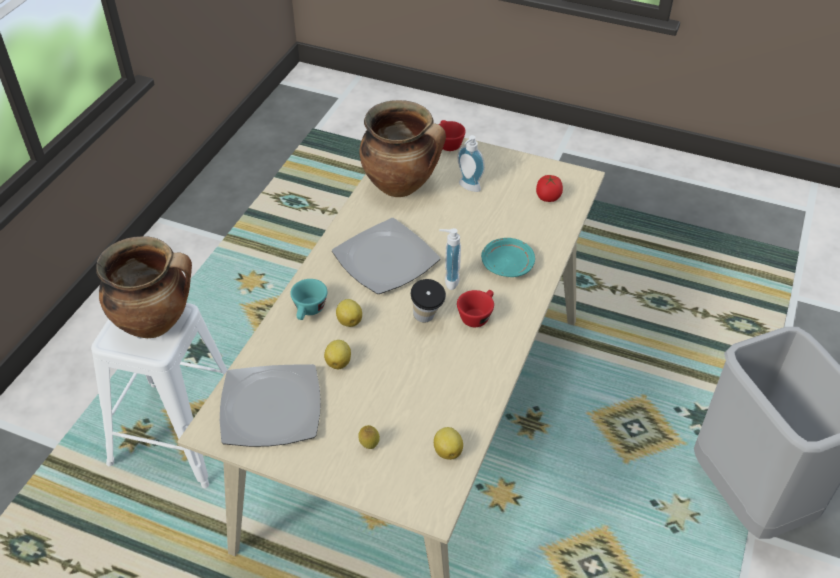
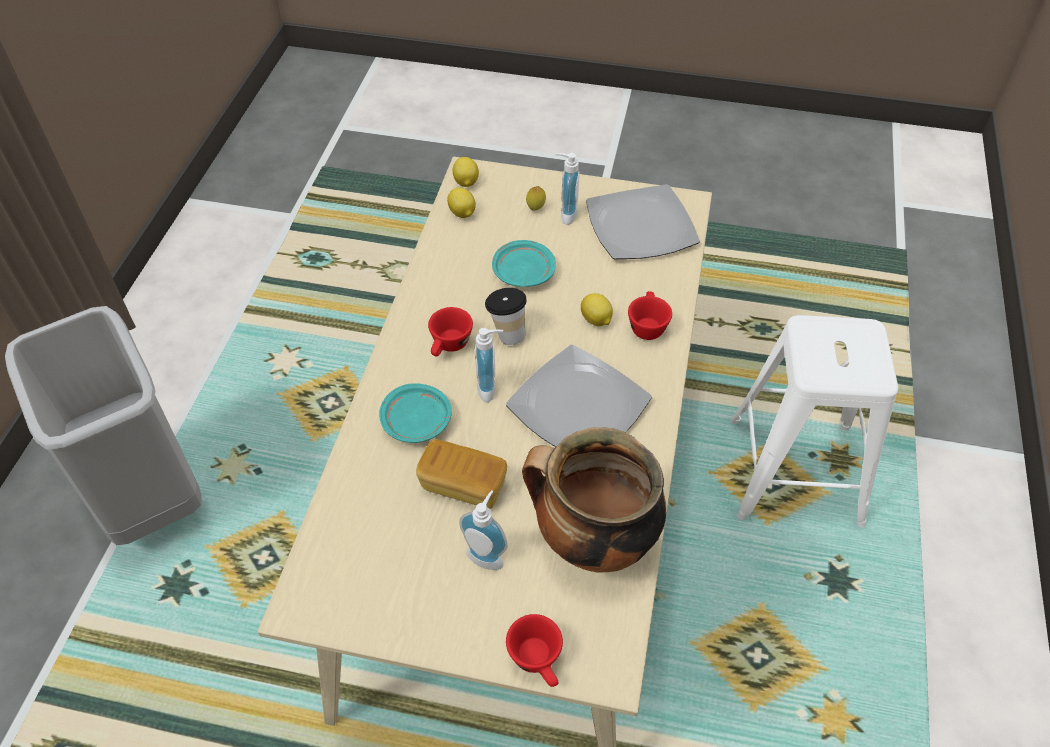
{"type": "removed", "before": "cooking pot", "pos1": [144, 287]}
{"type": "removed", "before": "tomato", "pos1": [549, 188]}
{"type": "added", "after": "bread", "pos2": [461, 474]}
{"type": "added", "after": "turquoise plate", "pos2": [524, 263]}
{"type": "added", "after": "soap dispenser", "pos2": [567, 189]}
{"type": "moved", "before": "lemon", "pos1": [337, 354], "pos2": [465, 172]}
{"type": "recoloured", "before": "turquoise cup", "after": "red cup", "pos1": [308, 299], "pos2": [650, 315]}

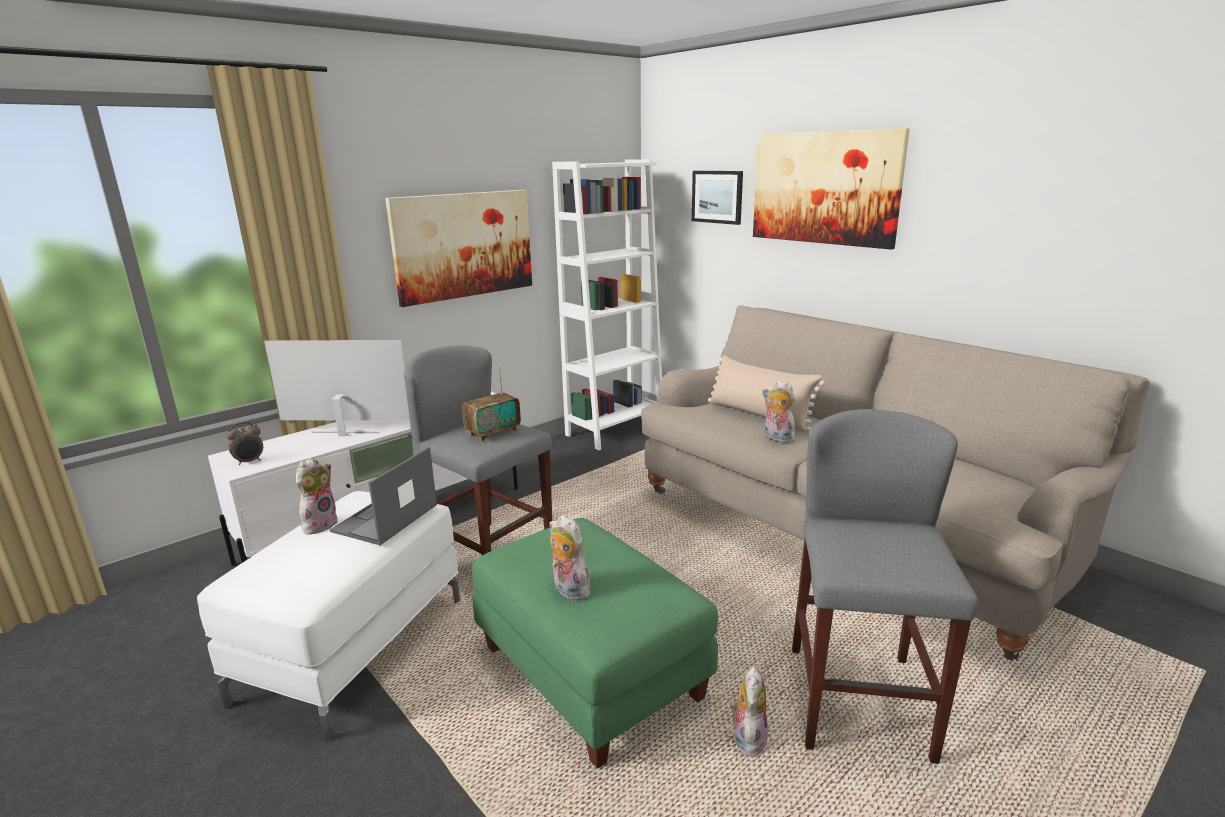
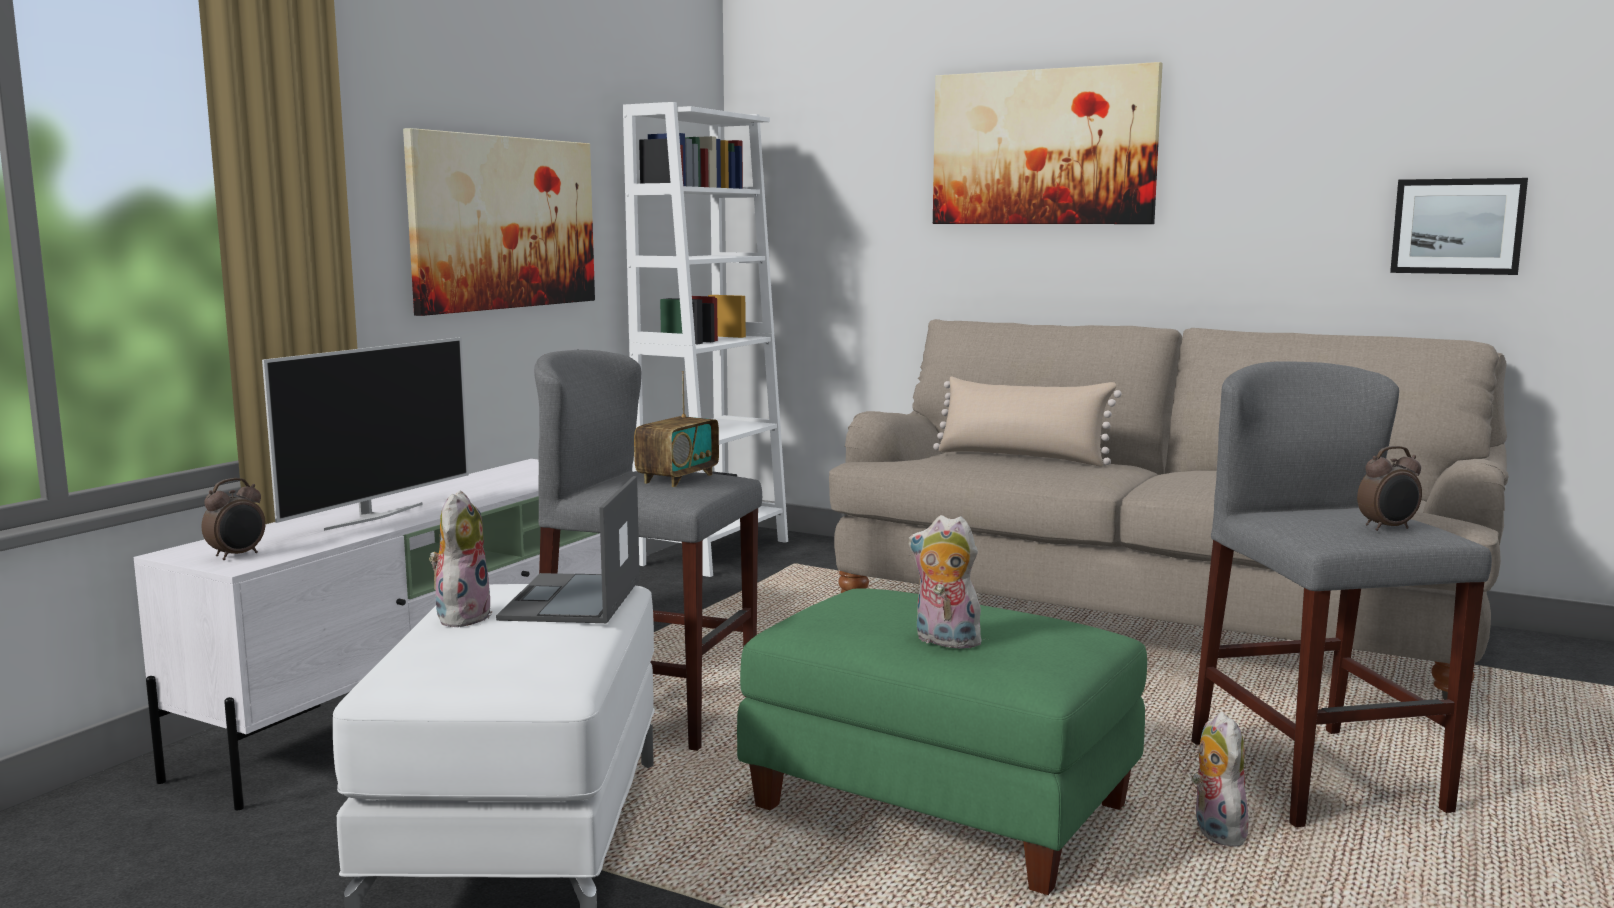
{"type": "removed", "before": "plush toy", "pos1": [778, 411]}
{"type": "added", "after": "alarm clock", "pos2": [1389, 488]}
{"type": "moved", "before": "picture", "pos1": [717, 198], "pos2": [1459, 226]}
{"type": "turned", "before": "television", "pos1": [337, 388], "pos2": [365, 434], "turn": 135}

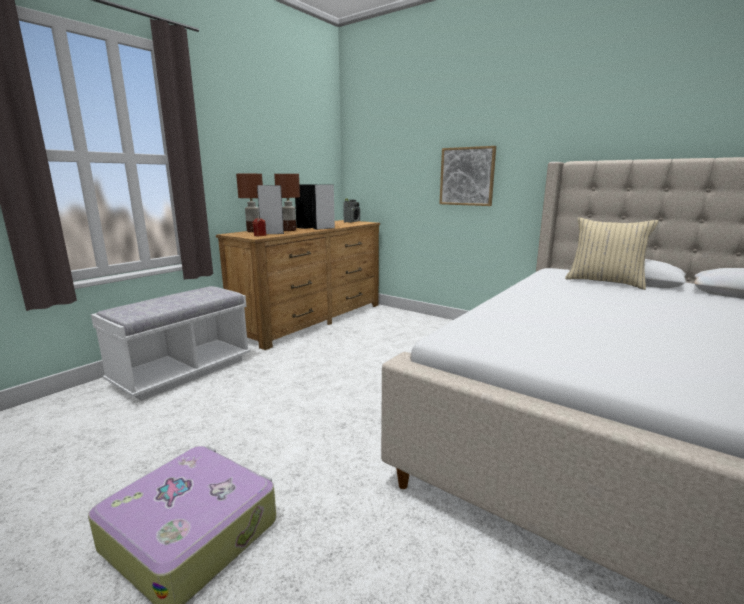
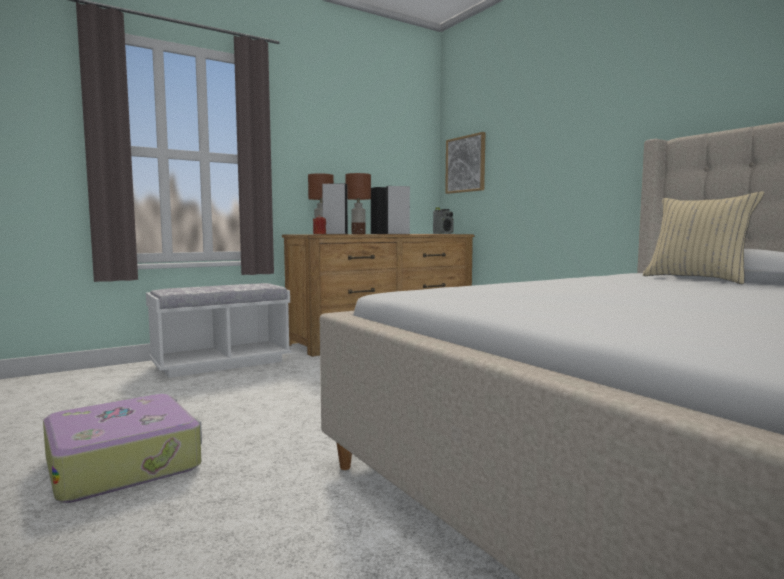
{"type": "moved", "before": "picture", "pos1": [467, 176], "pos2": [465, 163]}

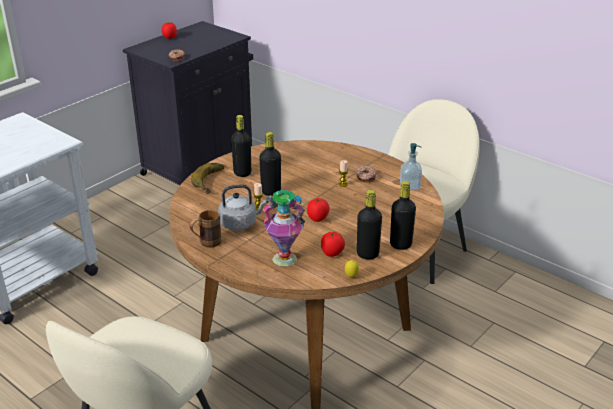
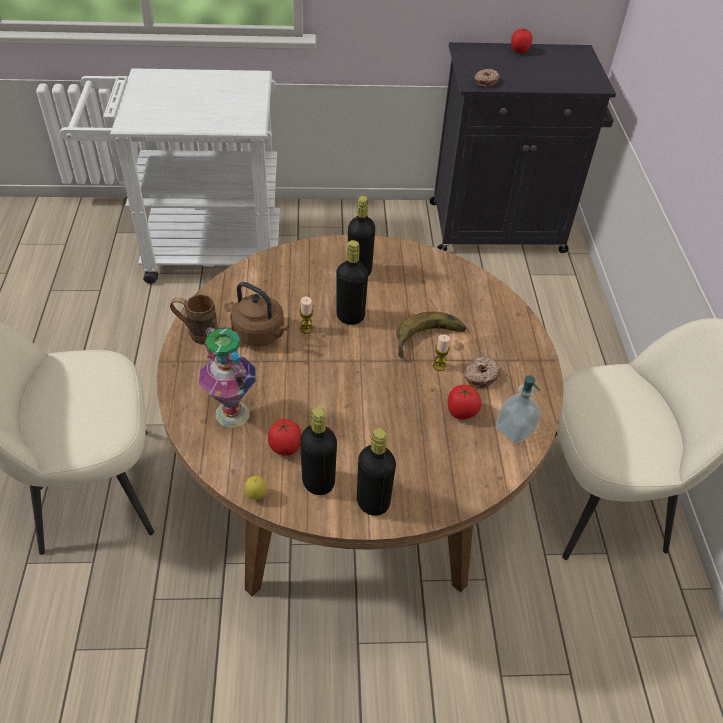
{"type": "moved", "before": "banana", "pos1": [207, 178], "pos2": [431, 335]}
{"type": "moved", "before": "tomato", "pos1": [318, 210], "pos2": [465, 402]}
{"type": "recoloured", "before": "grey kettle", "after": "brown kettle", "pos1": [242, 207], "pos2": [259, 314]}

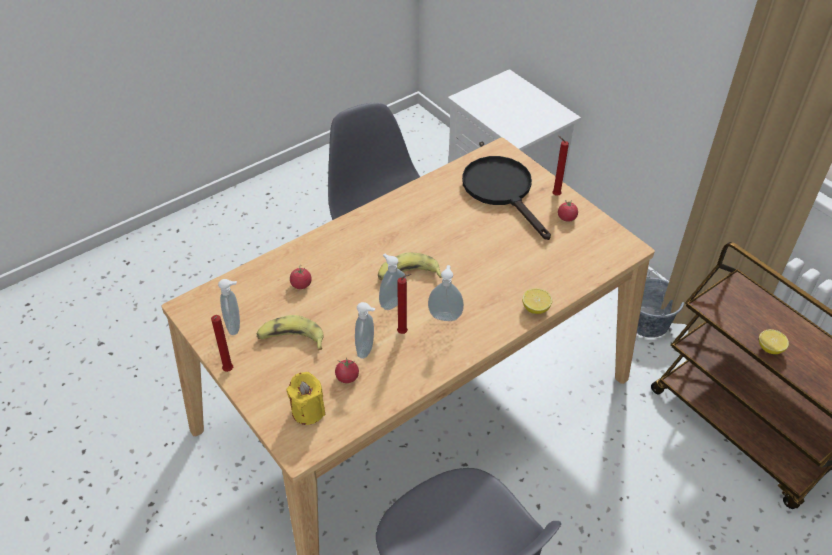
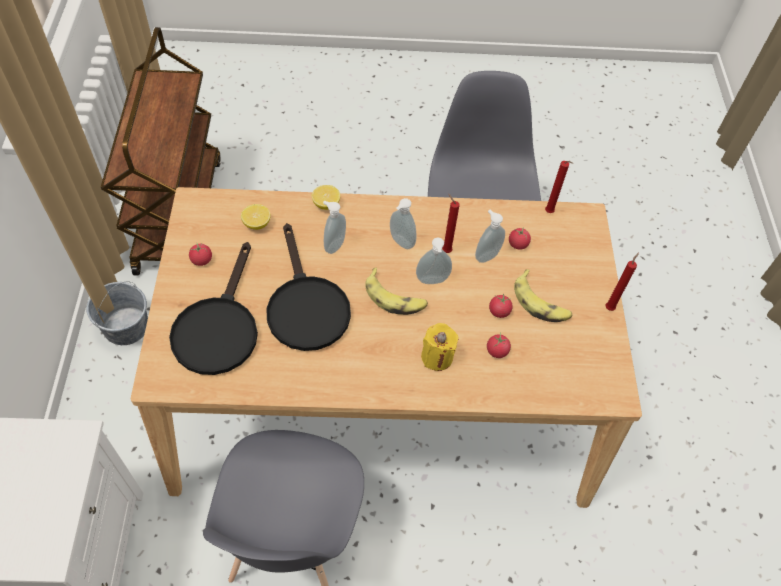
{"type": "added", "after": "black frying pan", "pos2": [309, 287]}
{"type": "added", "after": "tomato", "pos2": [501, 305]}
{"type": "moved", "before": "soap dispenser", "pos1": [229, 307], "pos2": [334, 227]}
{"type": "moved", "before": "yellow candle", "pos1": [305, 398], "pos2": [440, 347]}
{"type": "moved", "before": "red candle", "pos1": [560, 166], "pos2": [559, 187]}
{"type": "moved", "before": "lemon", "pos1": [774, 341], "pos2": [256, 217]}

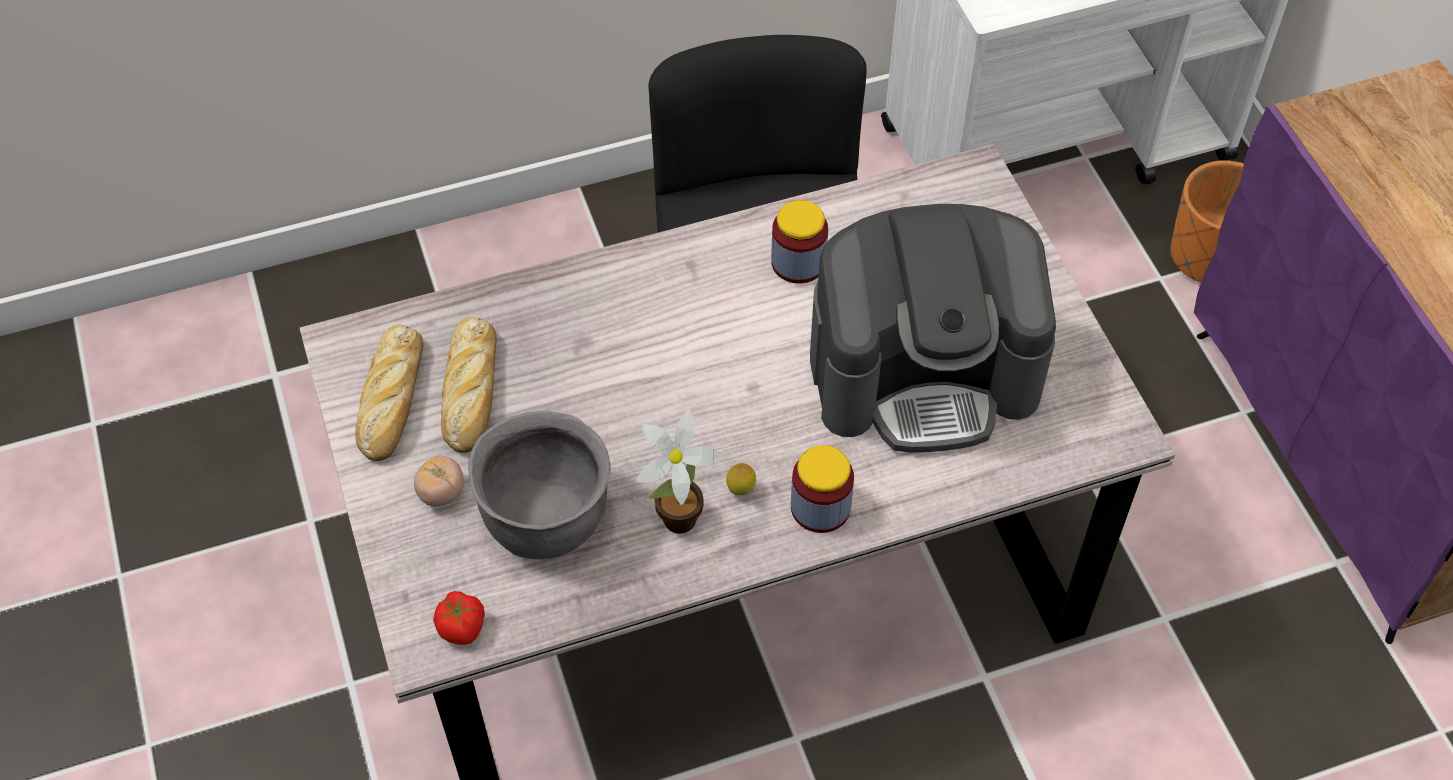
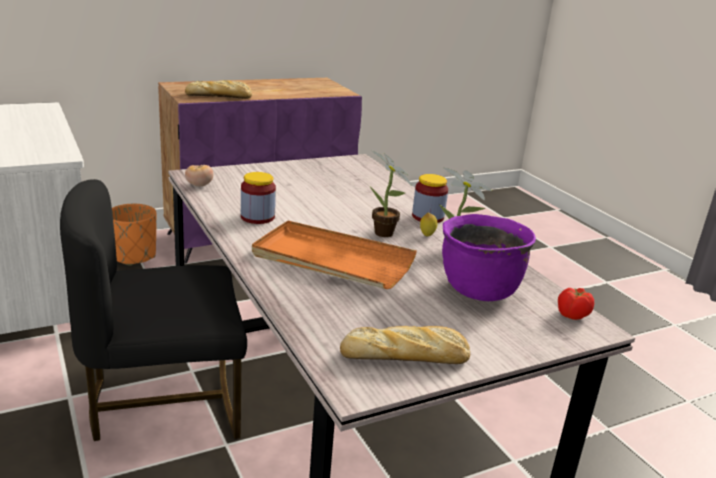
{"type": "removed", "before": "coffee machine", "pos1": [933, 328]}
{"type": "added", "after": "orange tray", "pos2": [334, 255]}
{"type": "added", "after": "potted plant", "pos2": [390, 194]}
{"type": "moved", "before": "tomato", "pos1": [439, 481], "pos2": [199, 175]}
{"type": "moved", "before": "bread", "pos1": [469, 385], "pos2": [218, 89]}
{"type": "recoloured", "before": "grey cooking pot", "after": "purple cooking pot", "pos1": [539, 485], "pos2": [489, 257]}

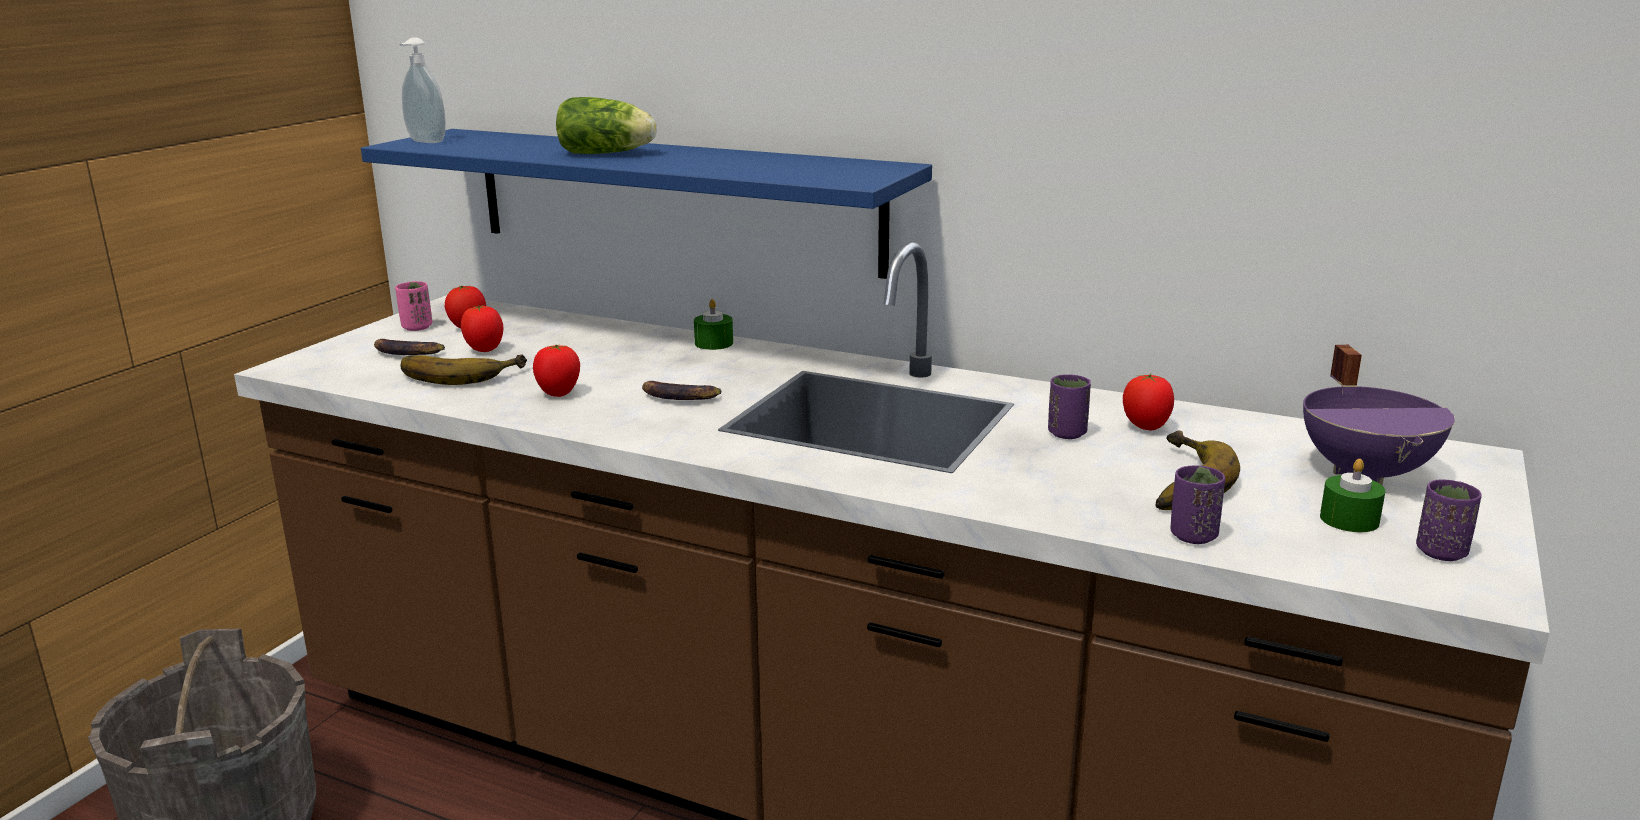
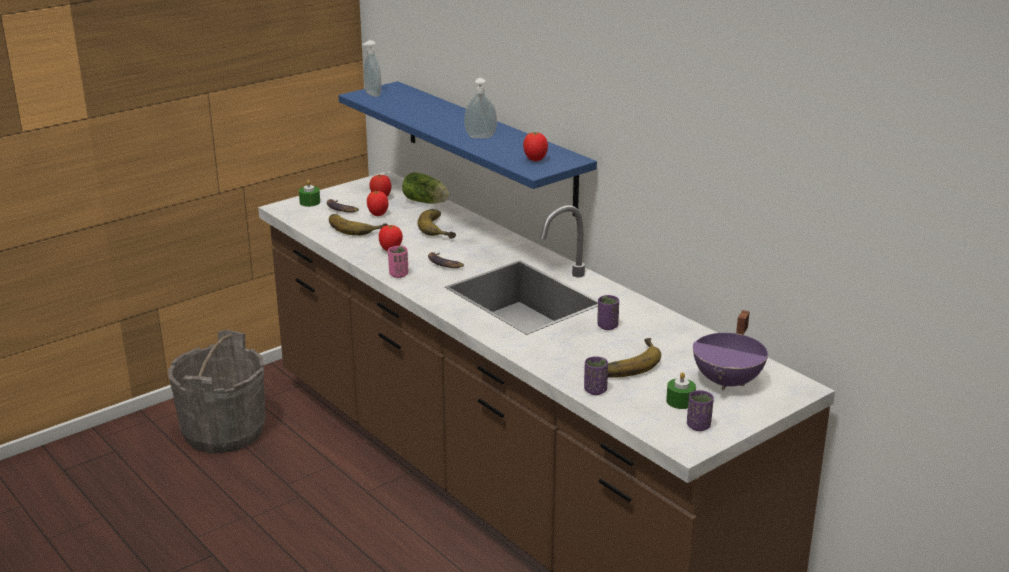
{"type": "added", "after": "banana", "pos2": [436, 224]}
{"type": "added", "after": "soap dispenser", "pos2": [480, 108]}
{"type": "moved", "before": "pink cup", "pos1": [414, 306], "pos2": [398, 262]}
{"type": "moved", "before": "lettuce", "pos1": [606, 125], "pos2": [425, 188]}
{"type": "moved", "before": "green candle", "pos1": [713, 324], "pos2": [309, 193]}
{"type": "moved", "before": "tomato", "pos1": [1148, 402], "pos2": [535, 146]}

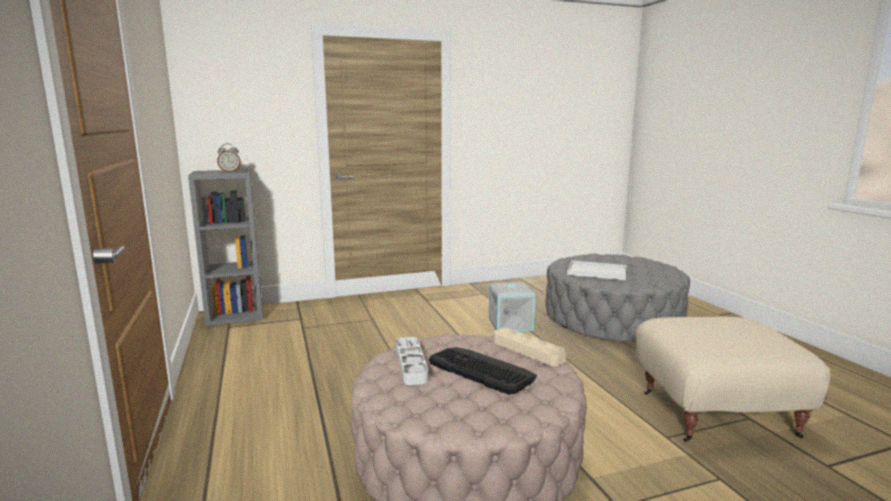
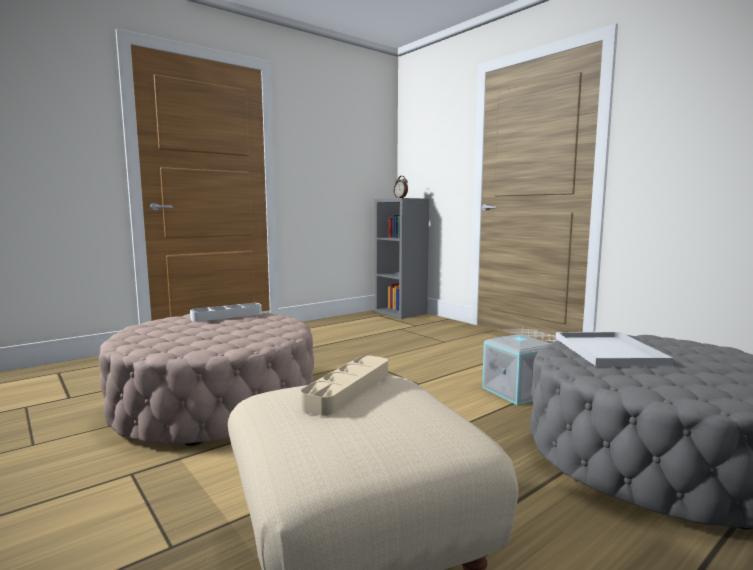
{"type": "removed", "before": "keyboard", "pos1": [483, 371]}
{"type": "moved", "before": "beige tray", "pos1": [530, 347], "pos2": [344, 385]}

